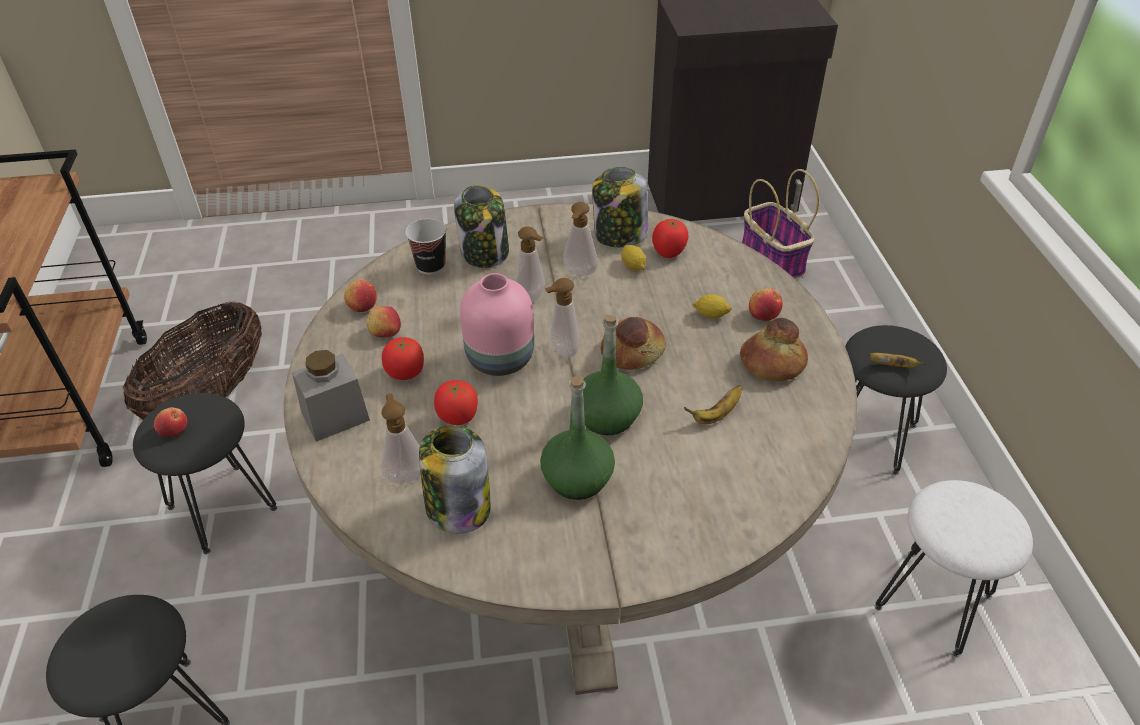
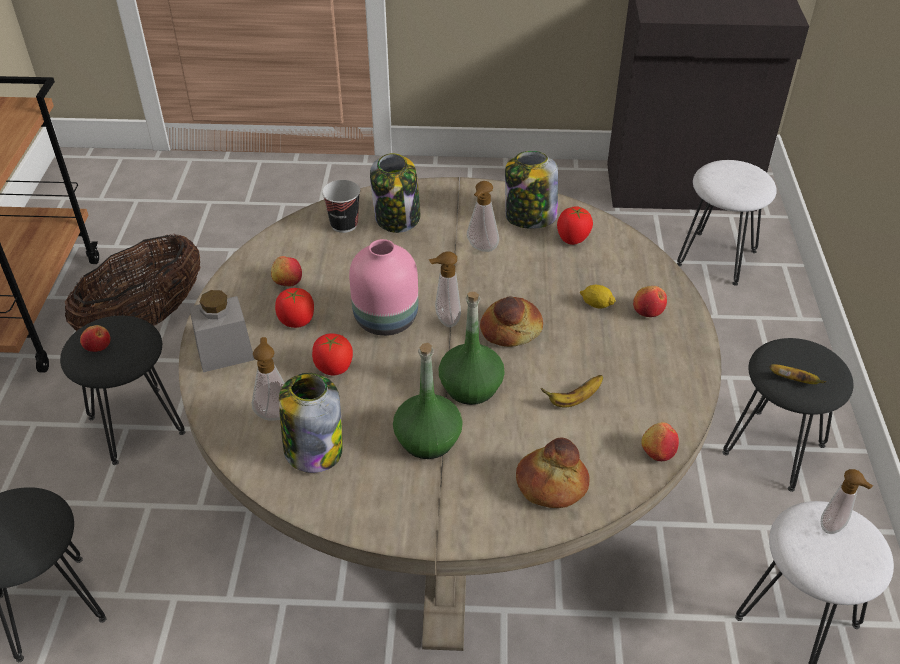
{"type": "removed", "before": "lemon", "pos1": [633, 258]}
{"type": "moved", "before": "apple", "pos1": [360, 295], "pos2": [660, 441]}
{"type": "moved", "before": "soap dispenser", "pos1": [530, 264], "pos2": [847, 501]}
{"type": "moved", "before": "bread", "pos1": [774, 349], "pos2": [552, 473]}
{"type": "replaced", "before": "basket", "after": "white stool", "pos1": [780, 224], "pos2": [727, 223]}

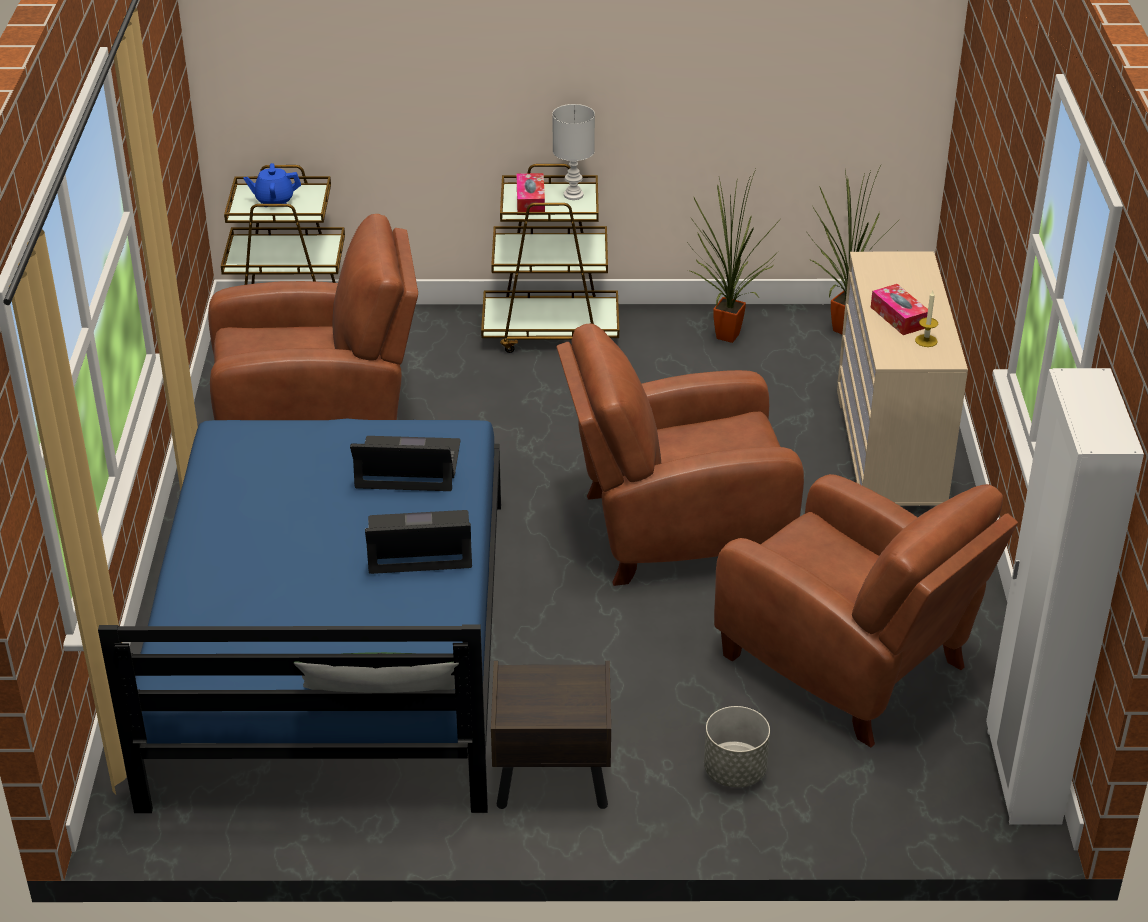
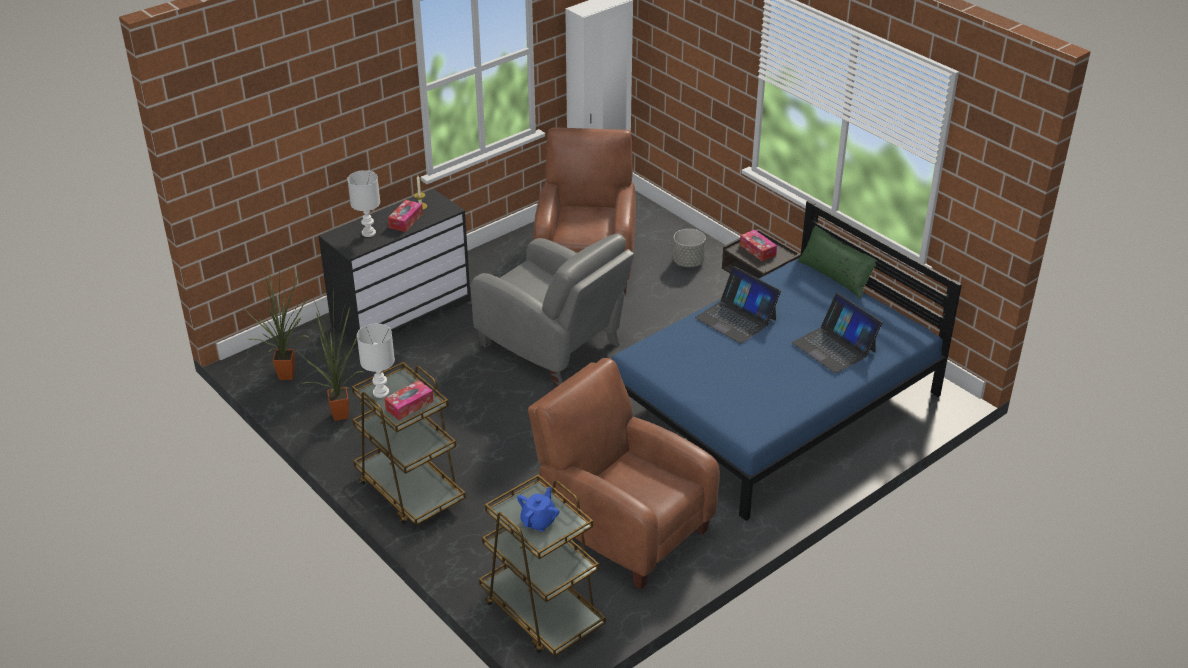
{"type": "added", "after": "white table lamp", "pos2": [363, 203]}
{"type": "added", "after": "tissue box", "pos2": [758, 245]}
{"type": "moved", "before": "laptop", "pos1": [405, 463], "pos2": [837, 333]}
{"type": "recoloured", "before": "brown armchair", "after": "grey armchair", "pos1": [680, 455], "pos2": [552, 310]}
{"type": "recoloured", "before": "beige dresser", "after": "black dresser", "pos1": [902, 379], "pos2": [394, 267]}
{"type": "turned", "before": "blue teapot", "pos1": [272, 183], "pos2": [538, 509], "turn": -105}

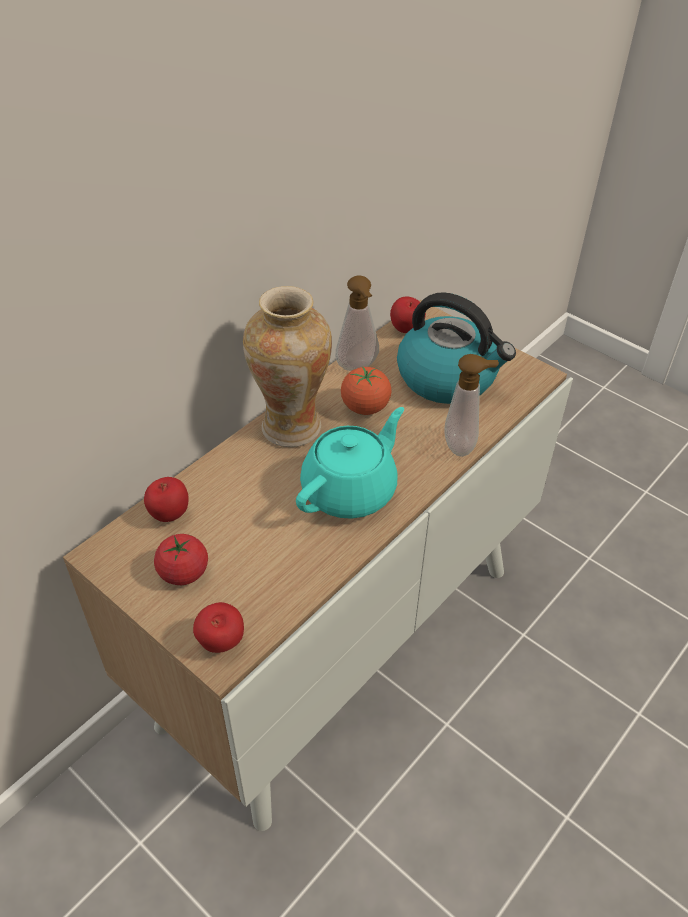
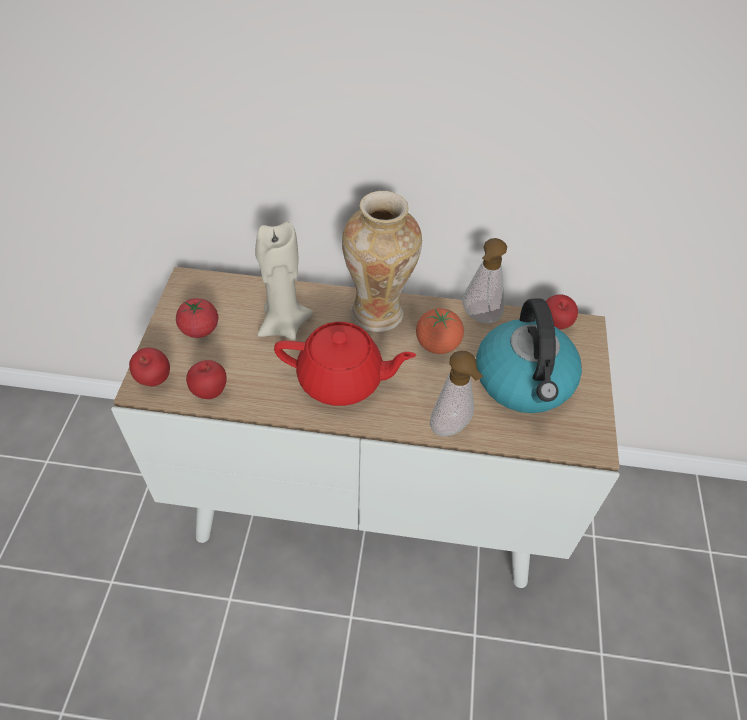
{"type": "added", "after": "beige candle", "pos2": [284, 281]}
{"type": "moved", "before": "apple", "pos1": [166, 499], "pos2": [206, 379]}
{"type": "recoloured", "before": "turquoise teapot", "after": "red teapot", "pos1": [350, 463], "pos2": [345, 364]}

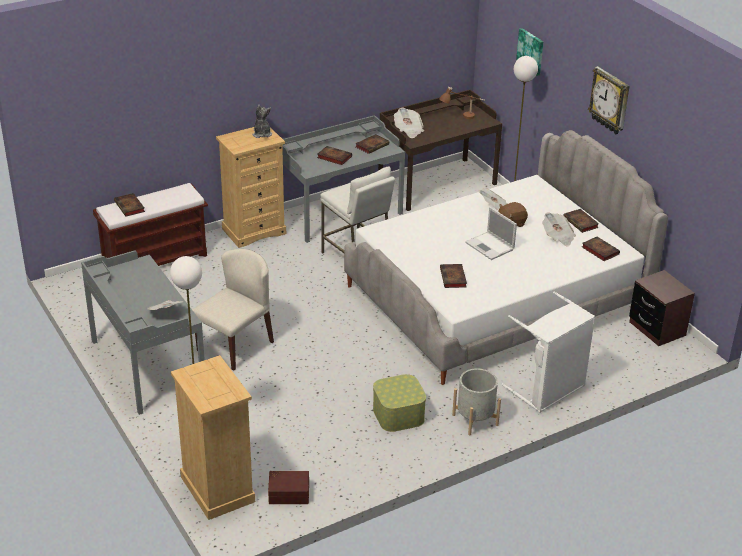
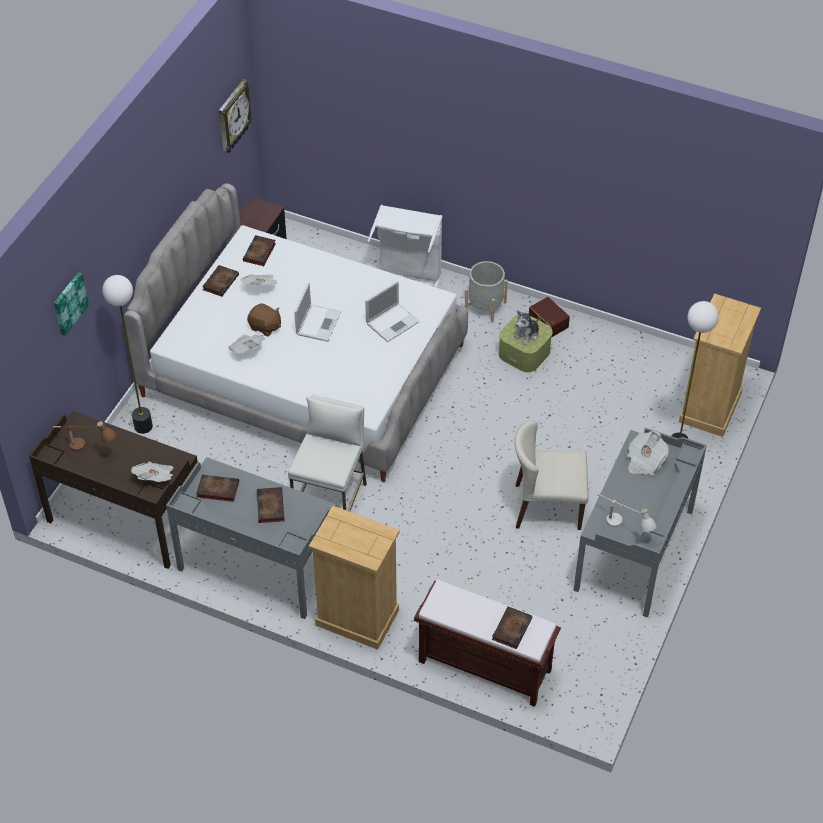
{"type": "added", "after": "white table lamp", "pos2": [626, 513]}
{"type": "moved", "before": "plush toy", "pos1": [262, 121], "pos2": [526, 328]}
{"type": "moved", "before": "brown storage box", "pos1": [288, 487], "pos2": [549, 317]}
{"type": "moved", "before": "wall clock", "pos1": [608, 100], "pos2": [236, 116]}
{"type": "replaced", "before": "book", "after": "laptop", "pos1": [453, 276], "pos2": [392, 311]}

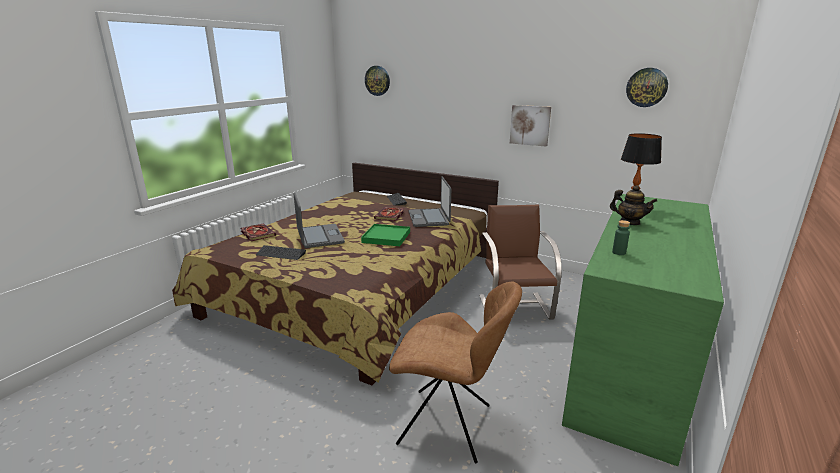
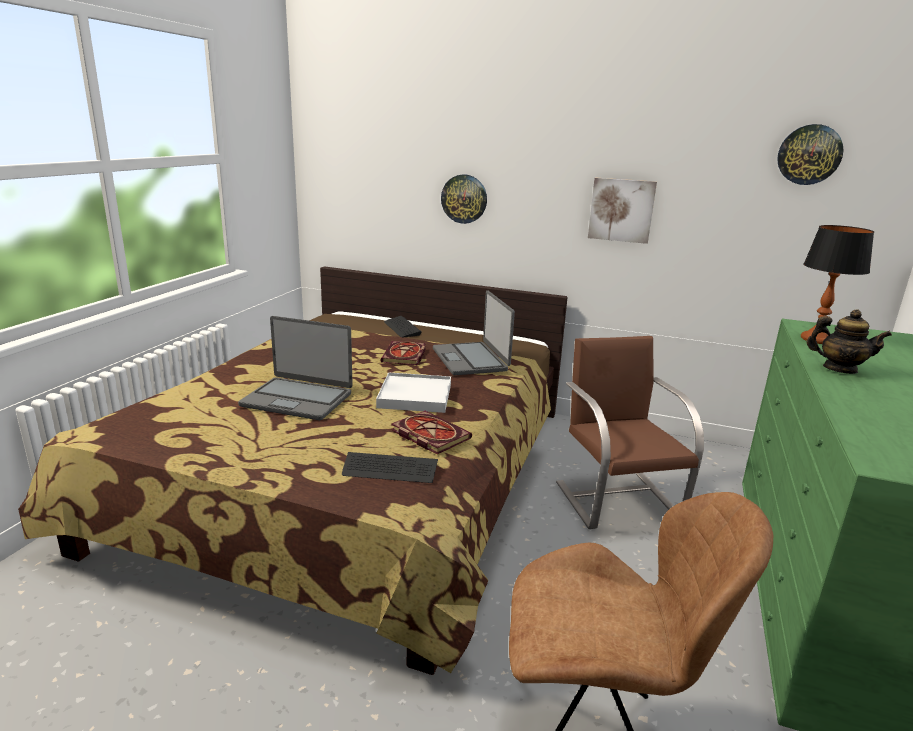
{"type": "removed", "before": "green bottle", "pos1": [621, 237]}
{"type": "moved", "before": "book", "pos1": [258, 232], "pos2": [431, 432]}
{"type": "moved", "before": "keyboard", "pos1": [281, 252], "pos2": [390, 467]}
{"type": "moved", "before": "wall clock", "pos1": [377, 81], "pos2": [464, 199]}
{"type": "recoloured", "before": "green tray", "after": "white tray", "pos1": [385, 235], "pos2": [413, 392]}
{"type": "turned", "before": "laptop", "pos1": [319, 220], "pos2": [295, 368], "turn": 135}

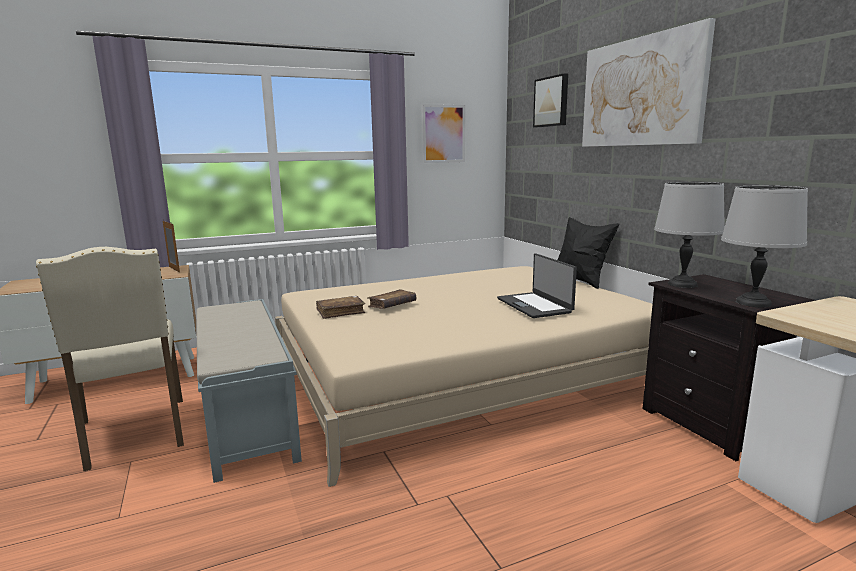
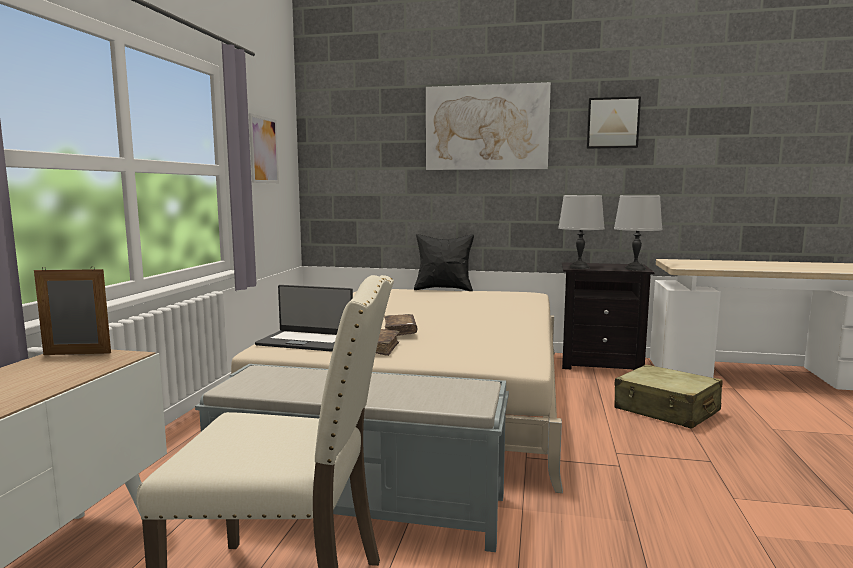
{"type": "added", "after": "beige suitcase", "pos2": [668, 396]}
{"type": "moved", "before": "laptop", "pos1": [537, 285], "pos2": [304, 318]}
{"type": "moved", "before": "picture", "pos1": [550, 100], "pos2": [613, 122]}

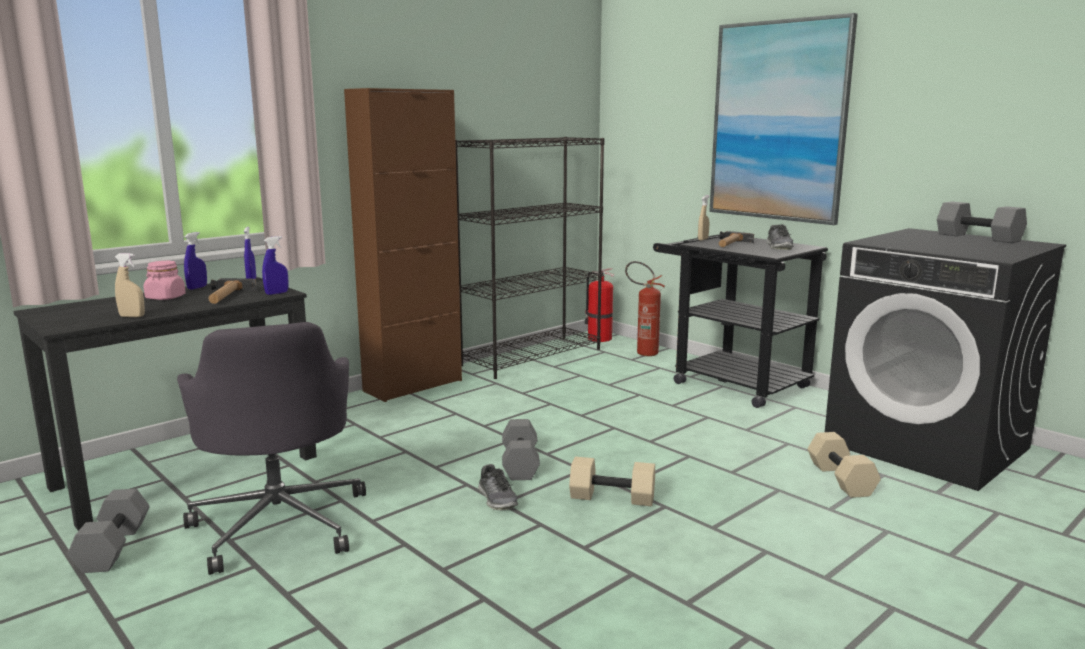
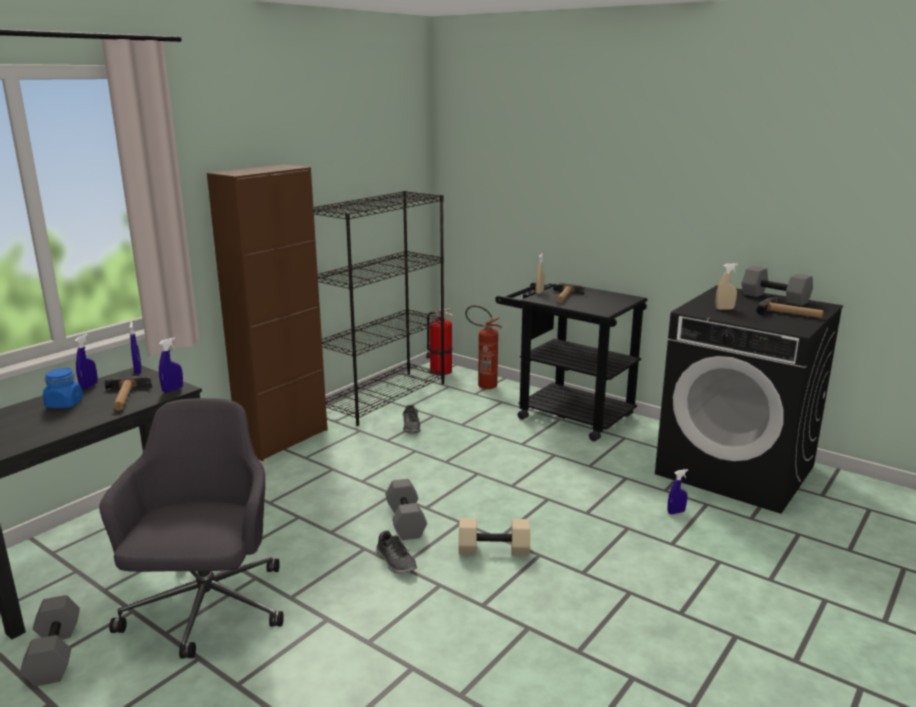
{"type": "removed", "before": "picture", "pos1": [783, 119]}
{"type": "added", "after": "hammer", "pos2": [790, 308]}
{"type": "moved", "before": "beige spray bottle", "pos1": [130, 285], "pos2": [726, 286]}
{"type": "moved", "before": "shoe", "pos1": [779, 237], "pos2": [412, 419]}
{"type": "replaced", "before": "beige dumbbell", "after": "blue spray bottle", "pos1": [844, 465], "pos2": [678, 491]}
{"type": "recoloured", "before": "pink jar", "after": "blue jar", "pos1": [165, 280], "pos2": [63, 388]}
{"type": "turned", "before": "grey office chair", "pos1": [271, 448], "pos2": [191, 528], "turn": -150}

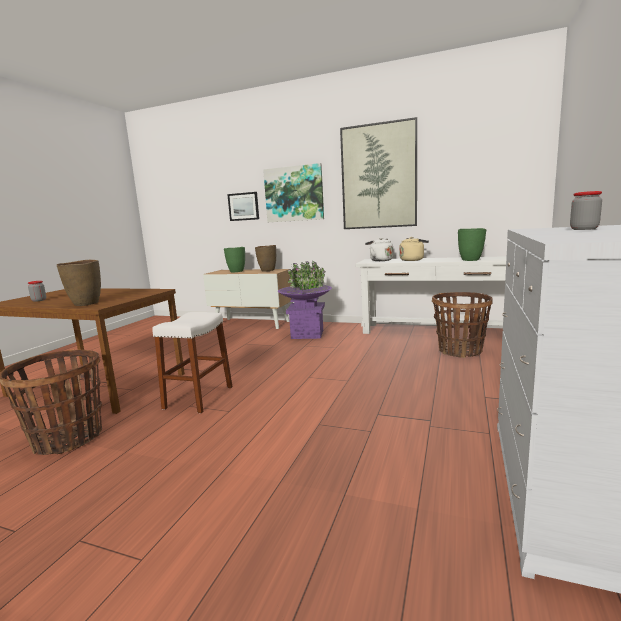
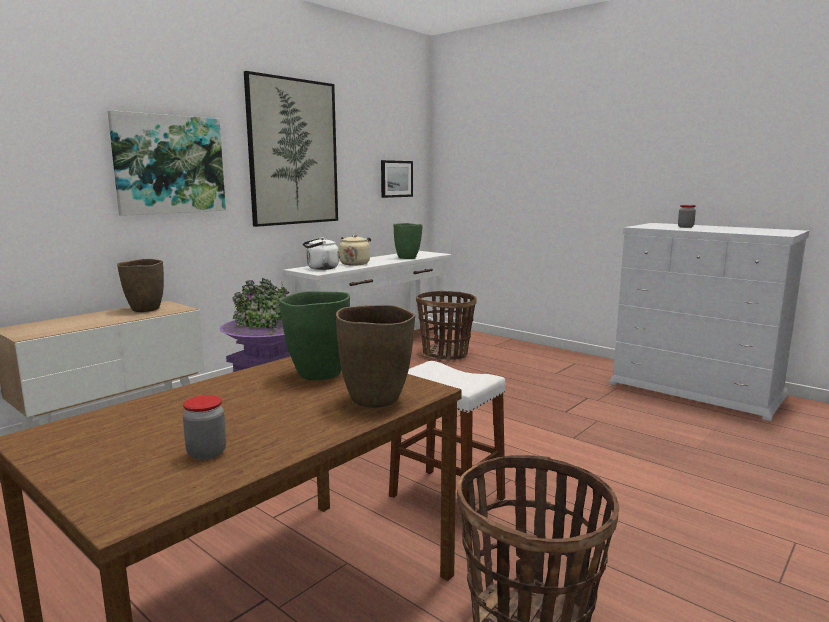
{"type": "moved", "before": "green vase", "pos1": [234, 259], "pos2": [314, 335]}
{"type": "moved", "before": "picture", "pos1": [243, 206], "pos2": [397, 179]}

